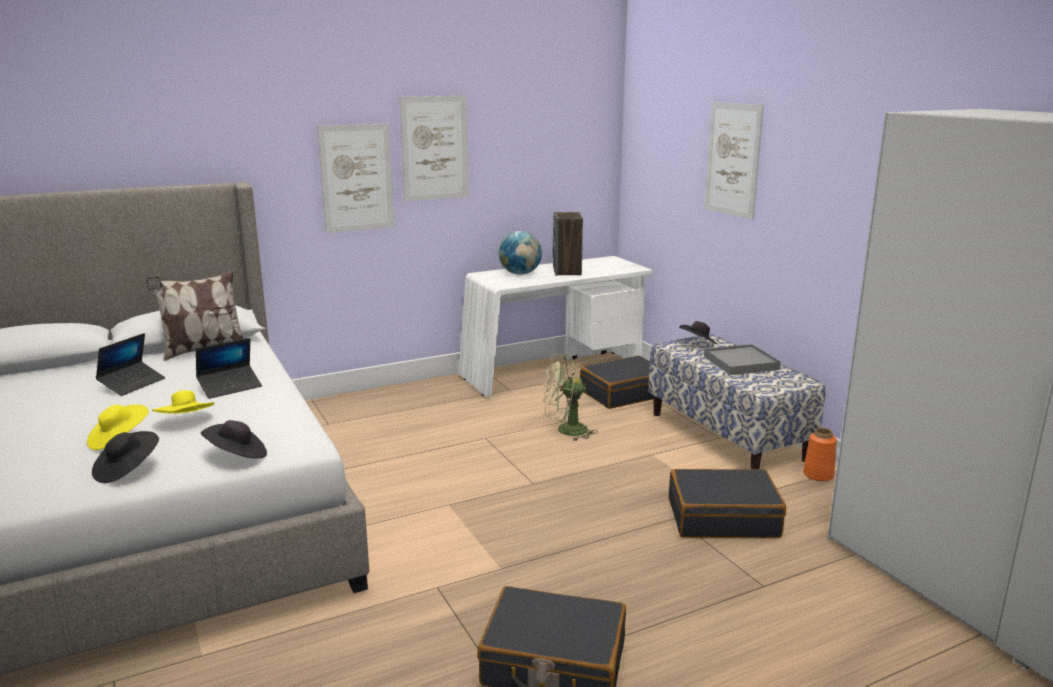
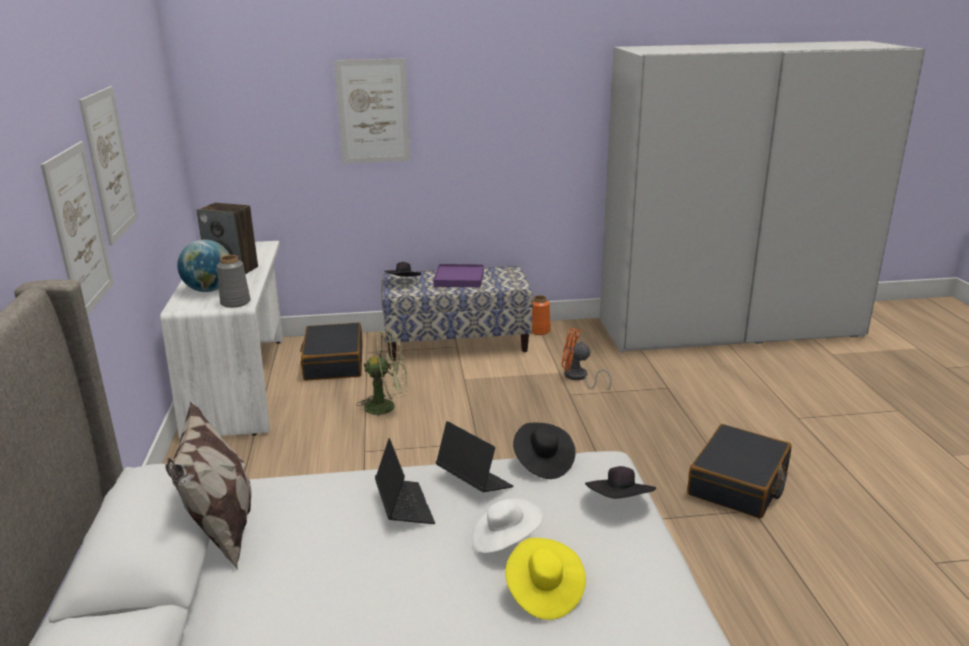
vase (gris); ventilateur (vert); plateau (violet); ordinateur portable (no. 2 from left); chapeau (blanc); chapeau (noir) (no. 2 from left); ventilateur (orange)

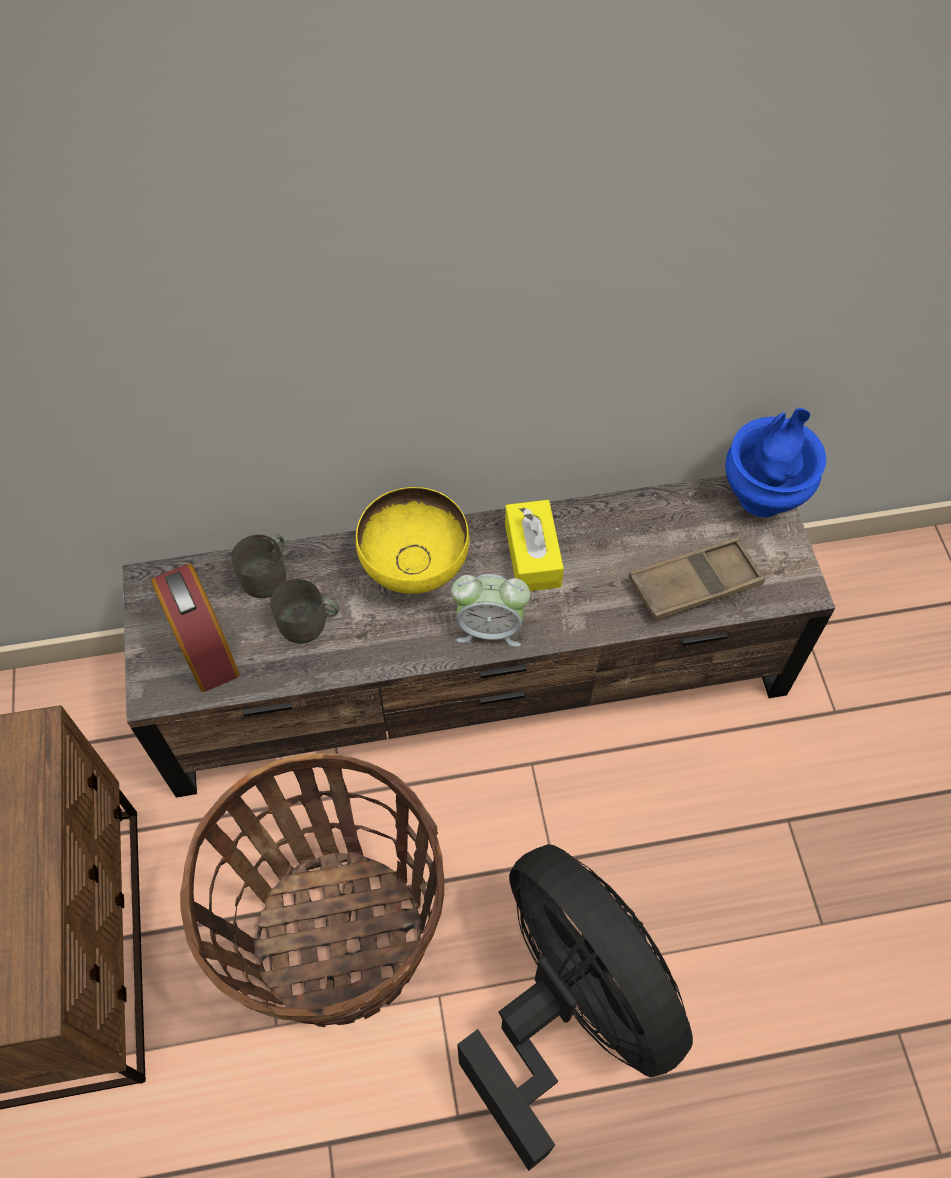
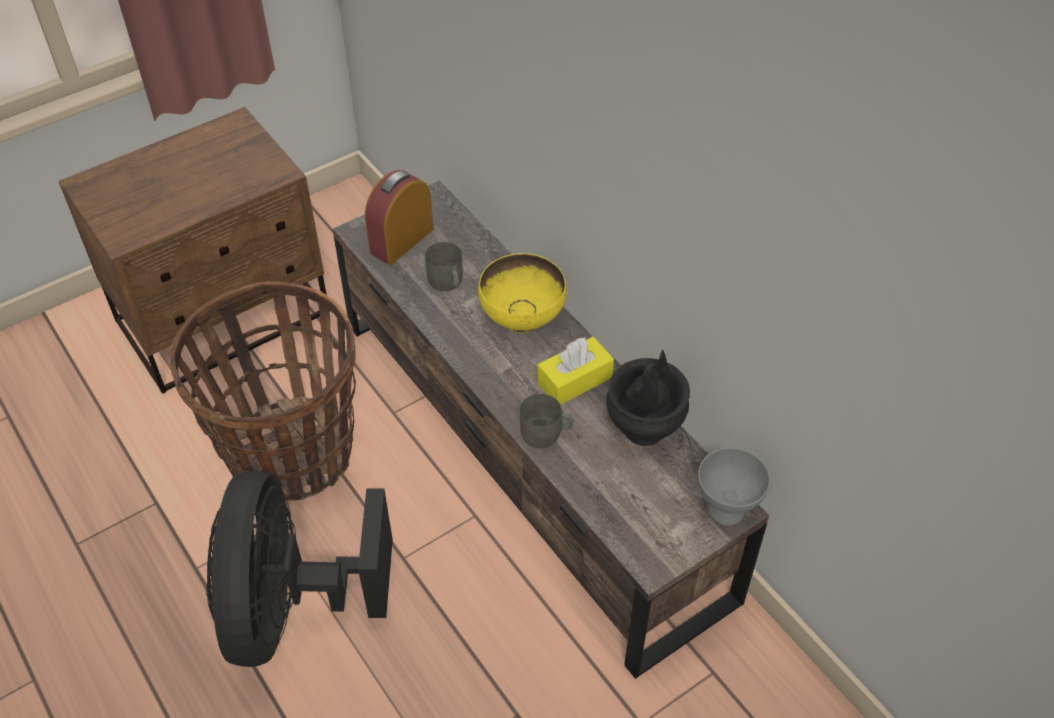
ventilateur (noir); mug (gris) (no. 2 from left); vase (noir); bol (gris); réveil (no. 2 from left in the first image); plateau (marron)

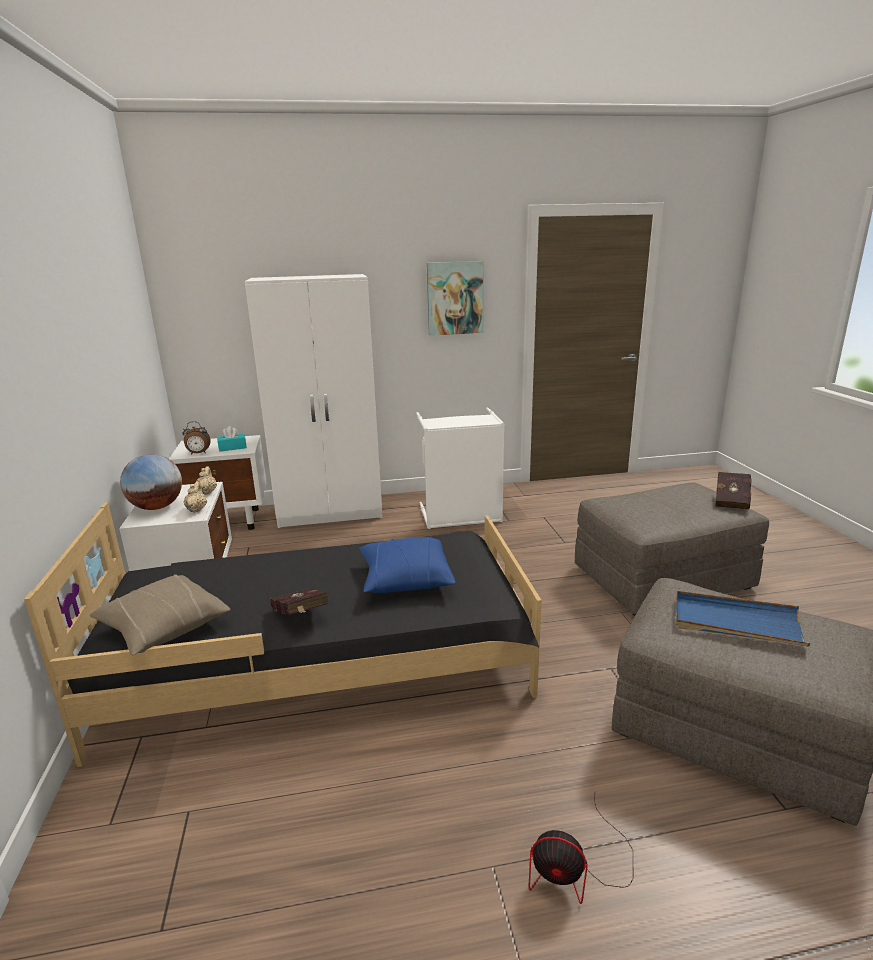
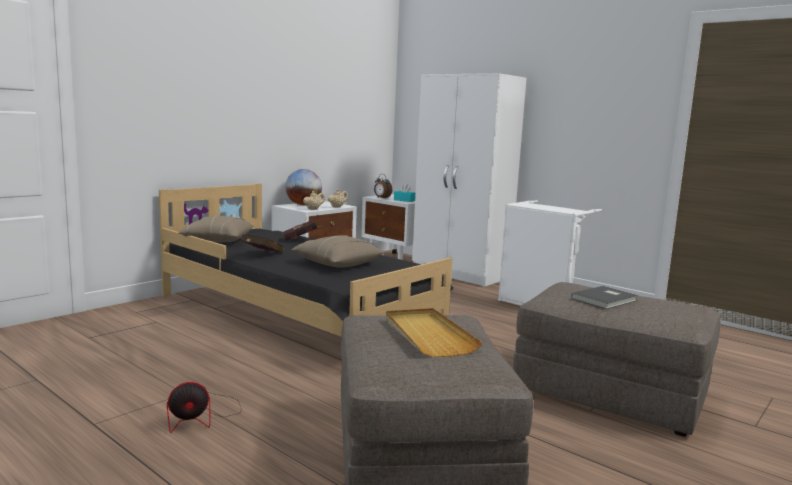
ventilateur; livre (rouge) (no. 2 from left); coussin (beige) (no. 2 from left); plateau (beige); livre (gris); tableau

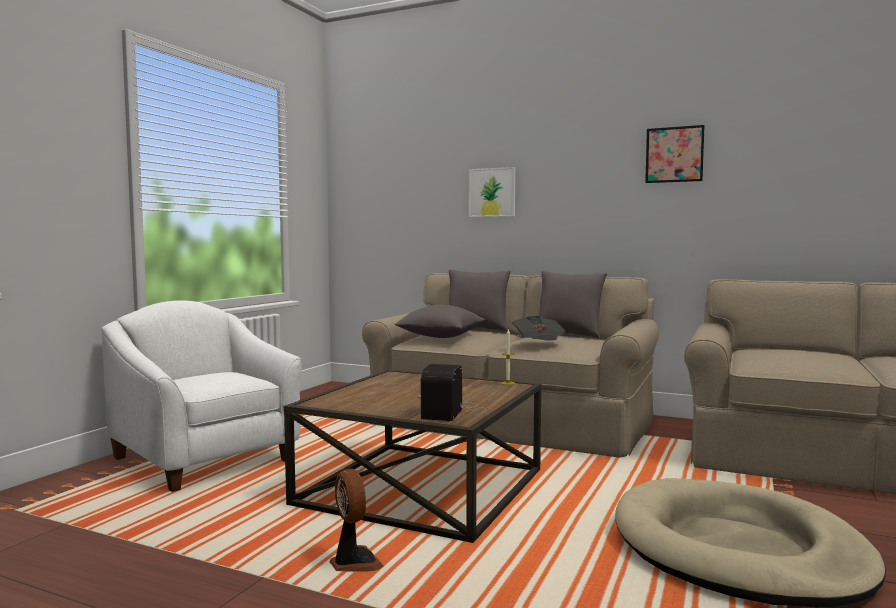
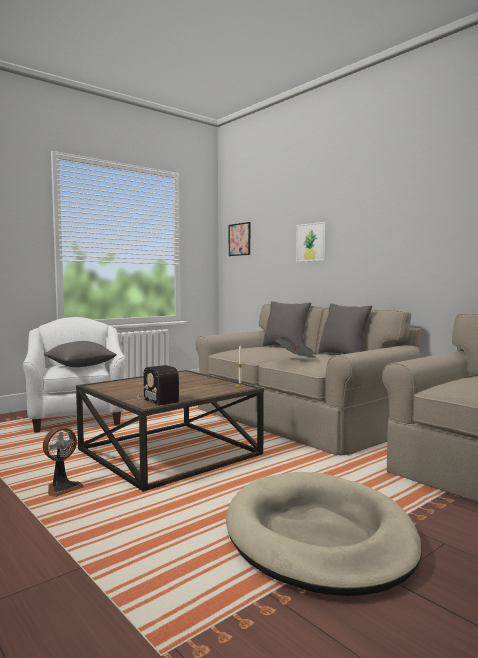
coussin (gris) (no. 1 from left); ventilateur; radio; tableau (no. 1 from left)

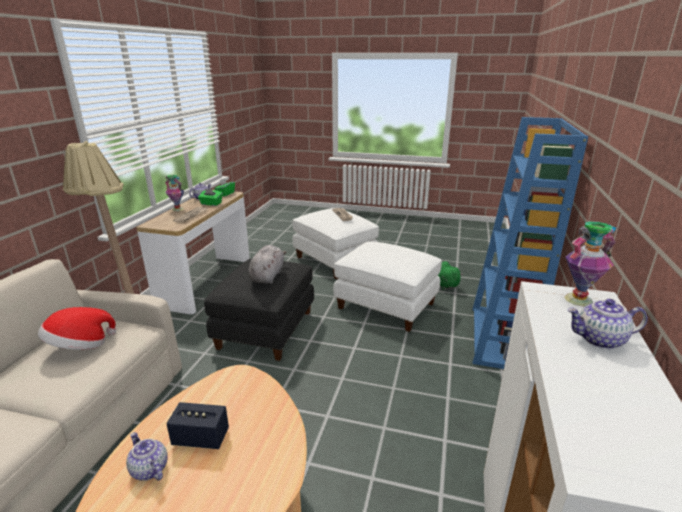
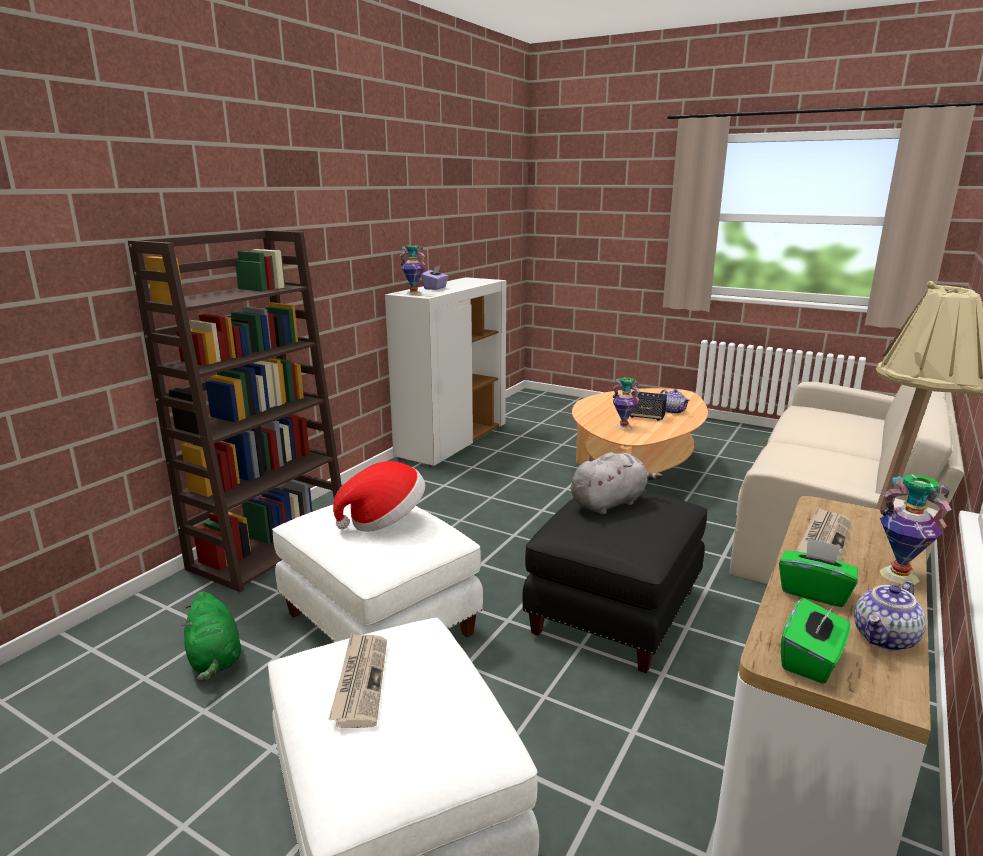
bibliothèque (marron); chapeau; boîte à mouchoirs (violet); peluche (gris); vase (no. 2 from left)

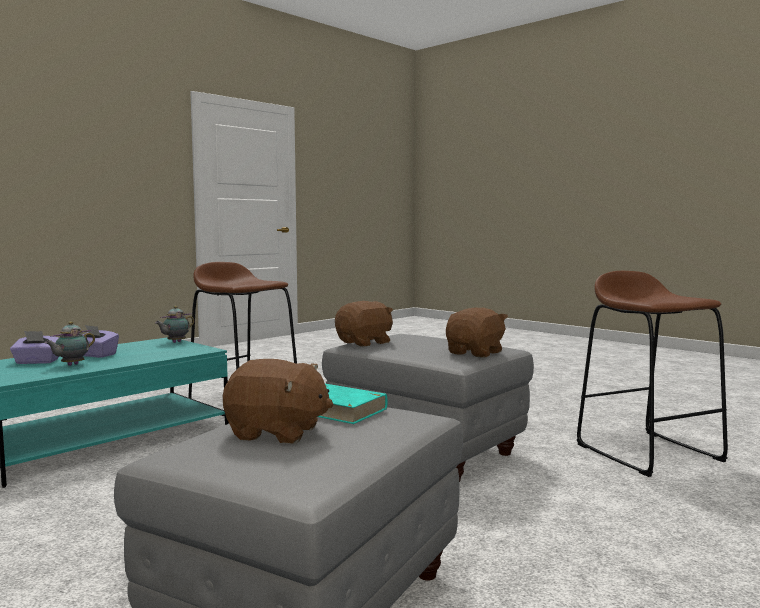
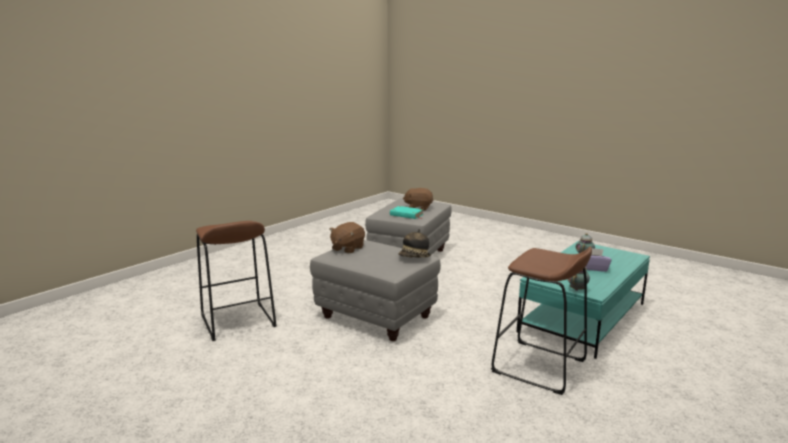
chapeau; boîte à mouchoirs (violet) (no. 1 from left in the first image)

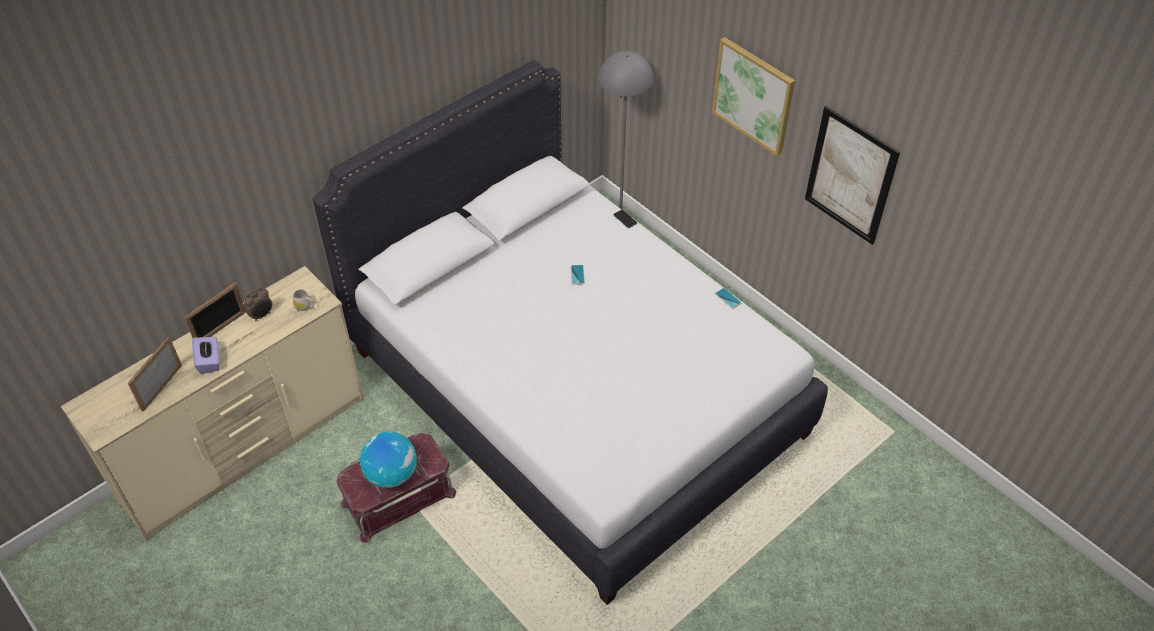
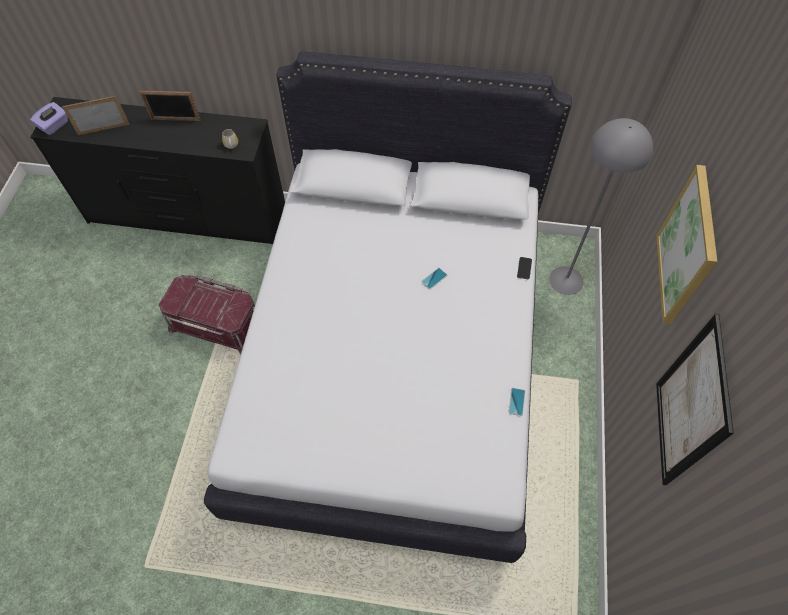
boîte à mouchoirs (violet); commode (noir); réveil; globe

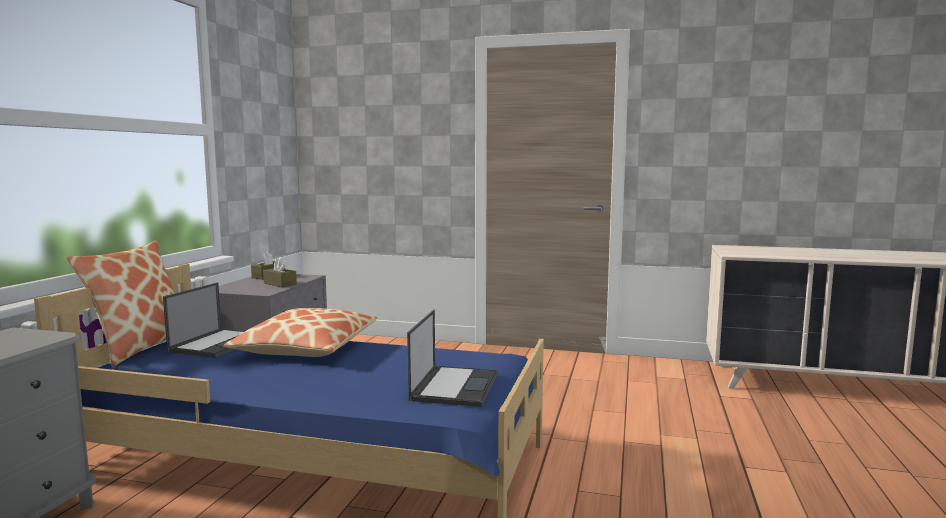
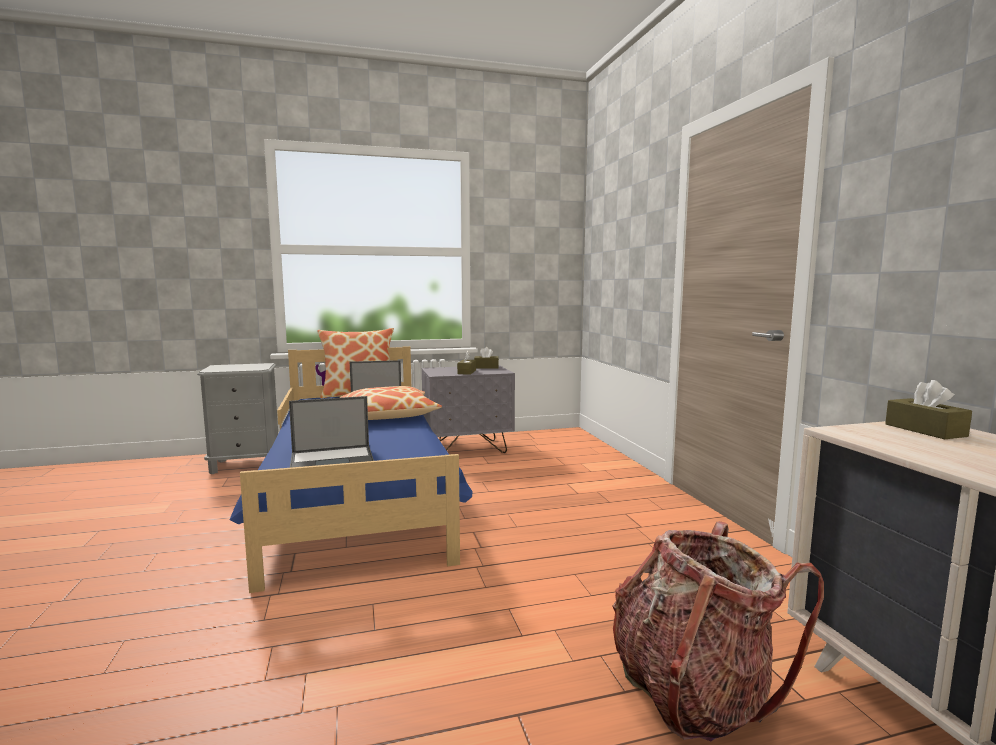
sac à dos; boîte à mouchoirs (marron) (no. 3 from left)

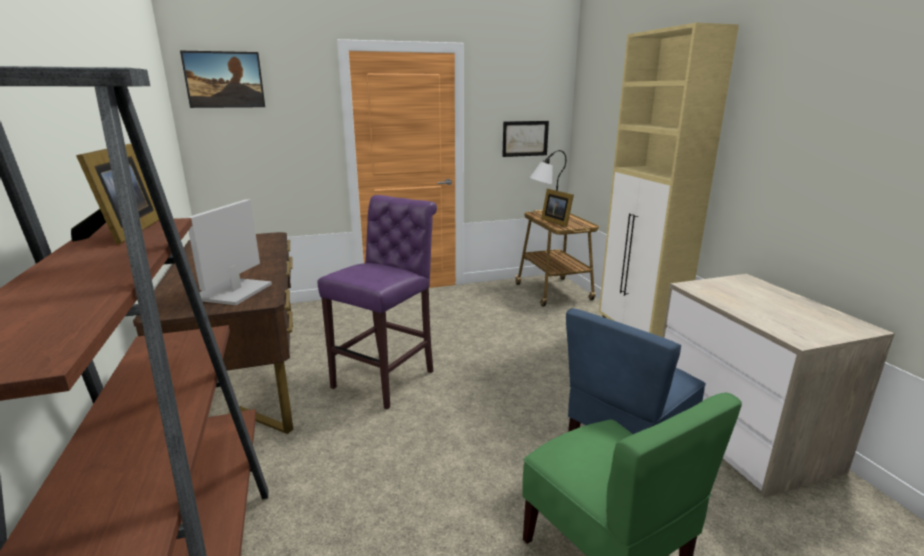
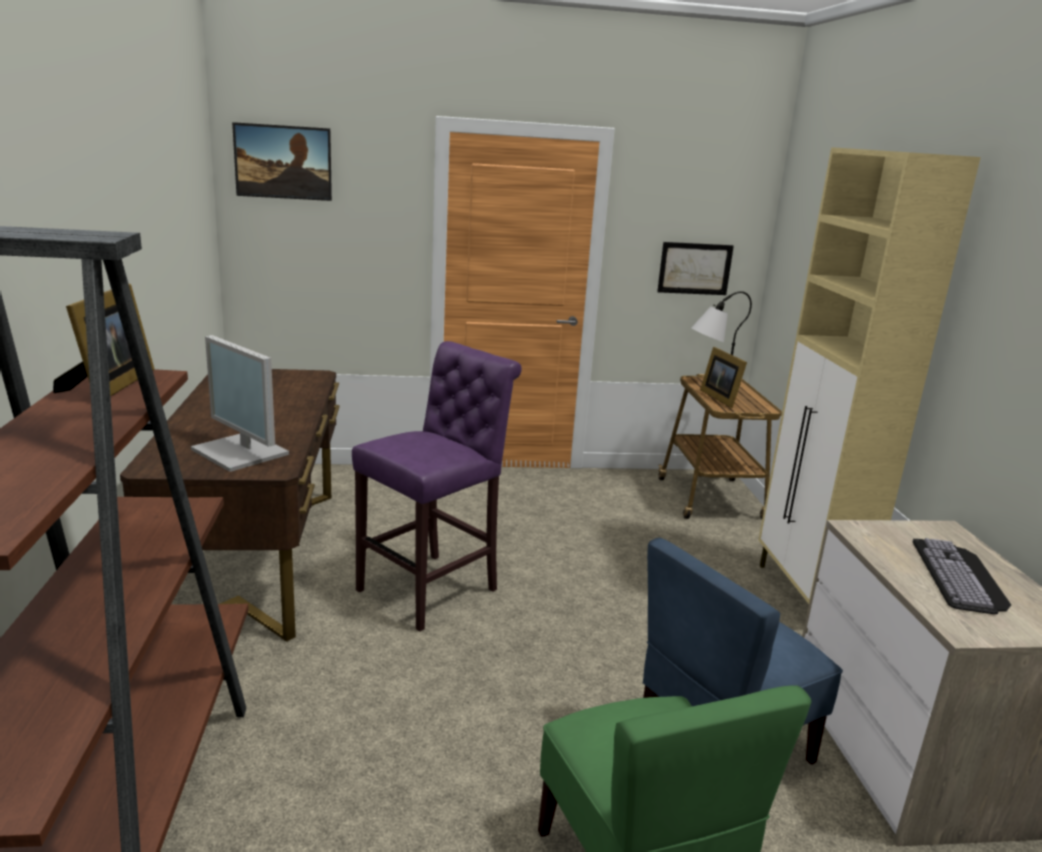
écran d'ordinateur; clavier

